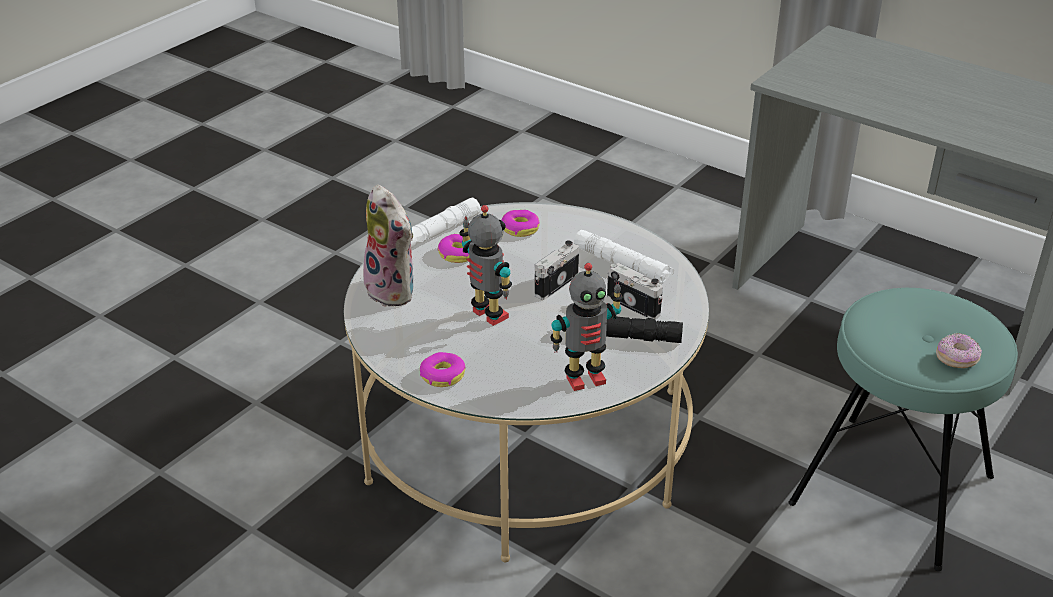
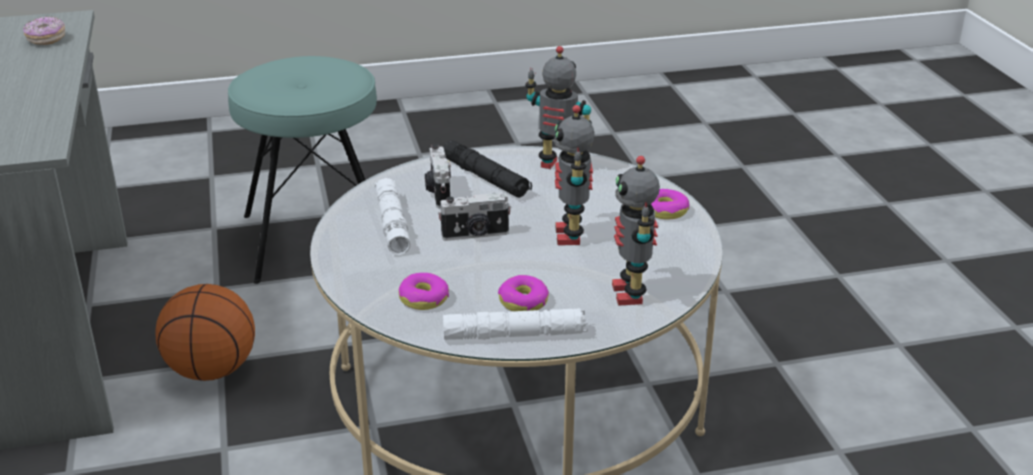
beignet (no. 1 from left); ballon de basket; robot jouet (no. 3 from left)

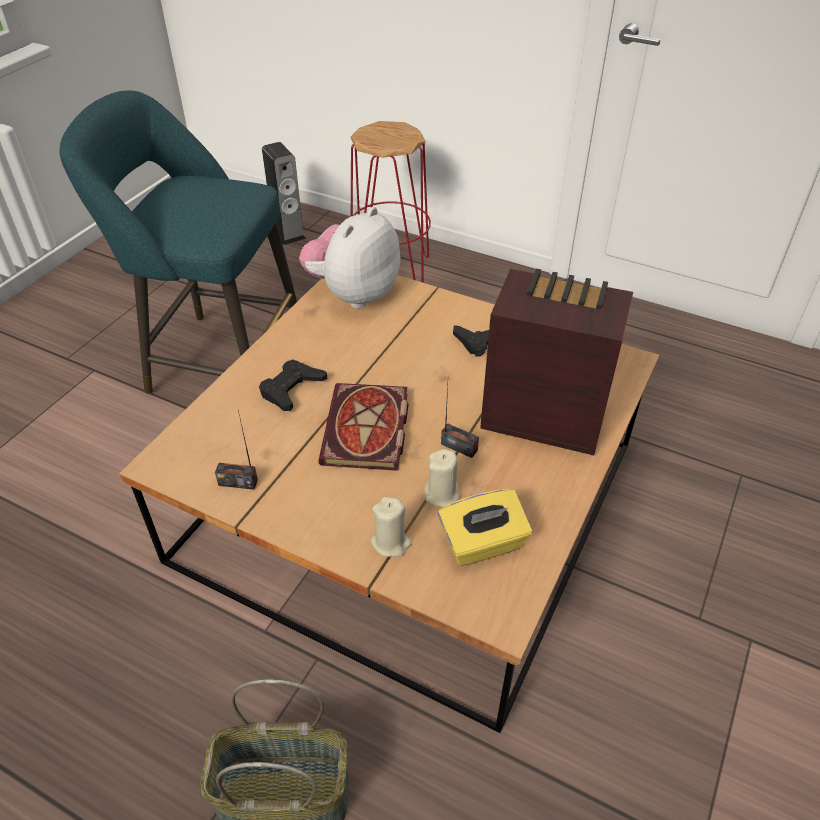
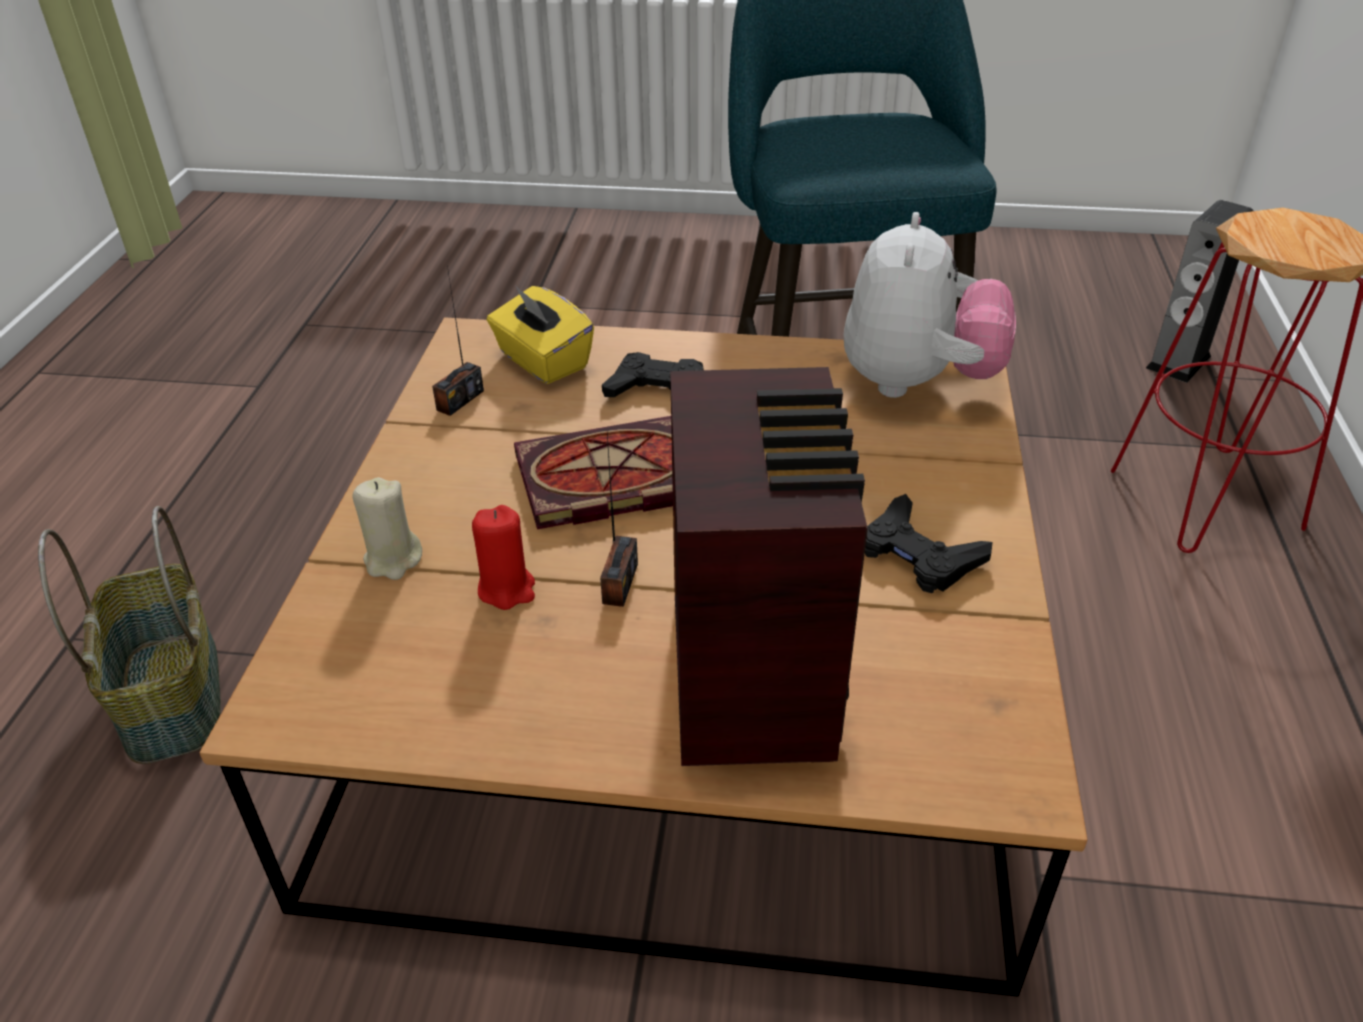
radio (no. 1 from left); bougie (rouge); boîte à mouchoirs (jaune); peluche

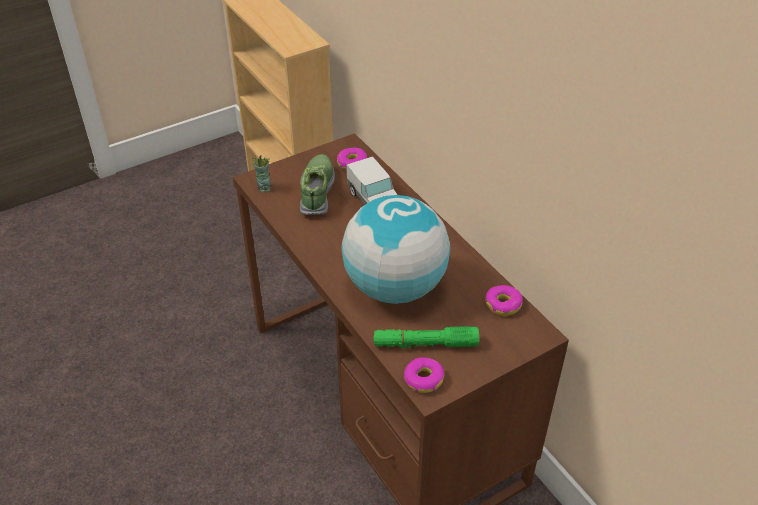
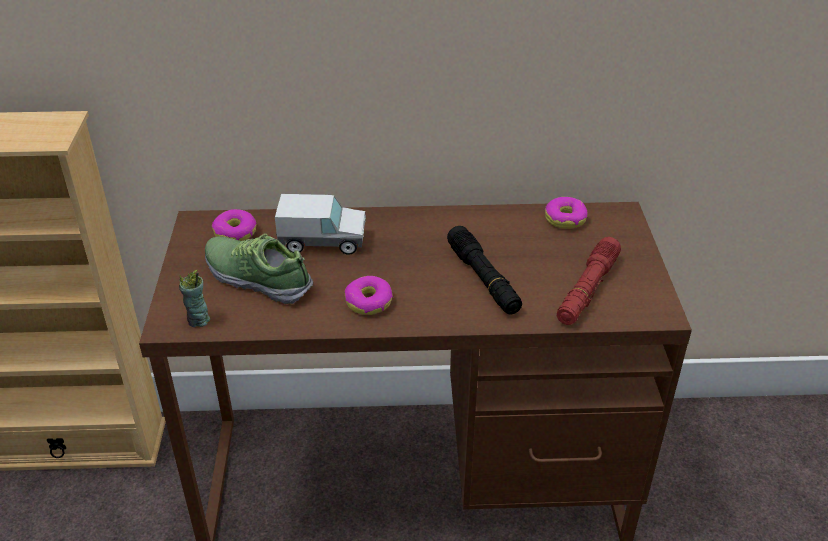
beignet (no. 2 from left); lampe de poche (noir); lampe de poche (rouge)

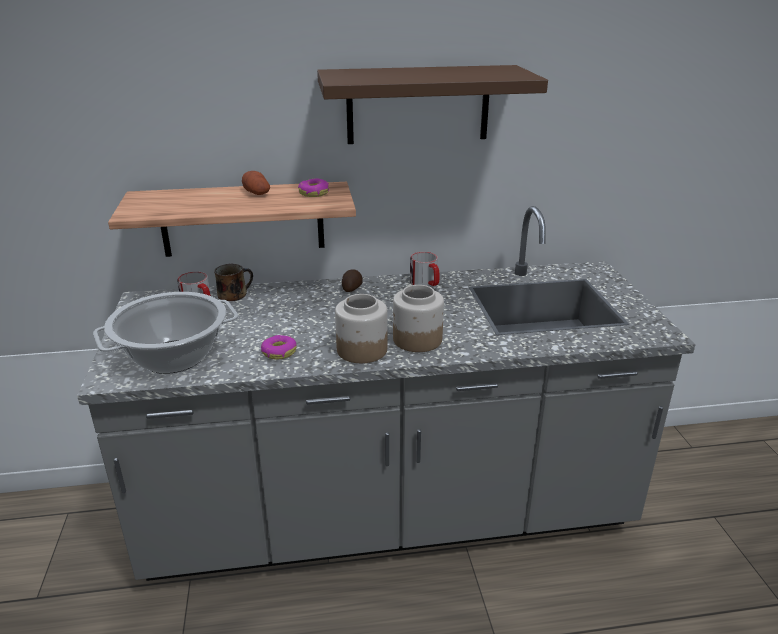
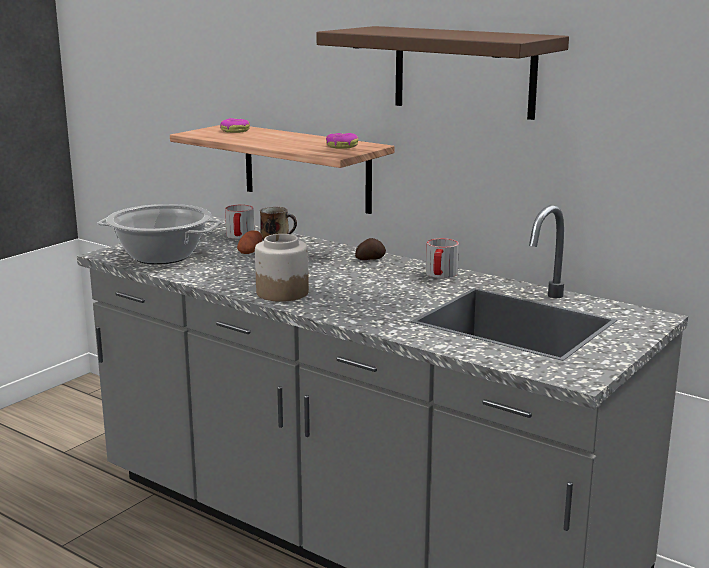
beignet (no. 1 from left); pomme de terre (no. 1 from left); bocal (no. 2 from left in the first image)

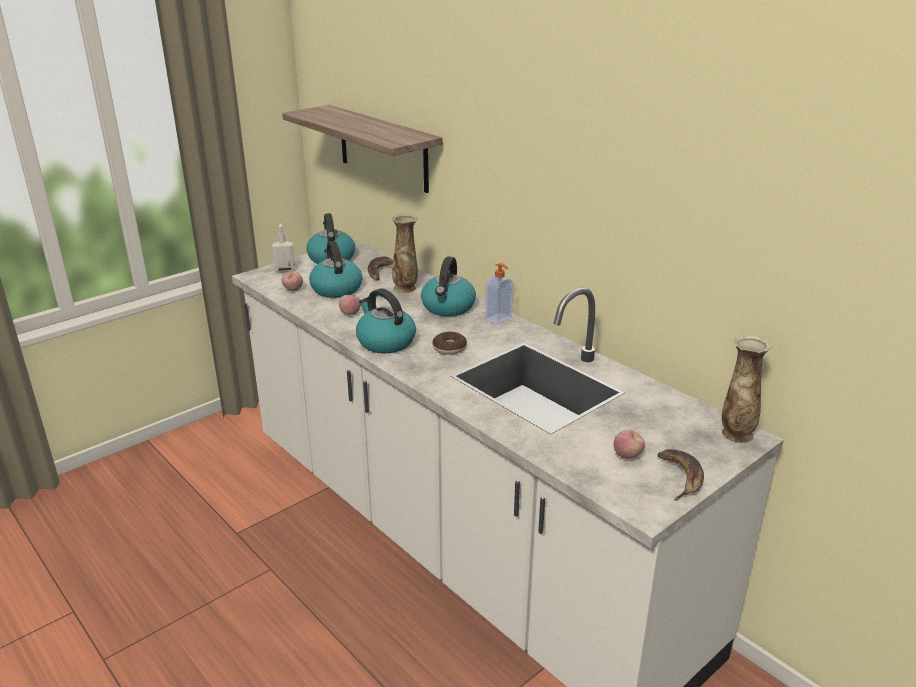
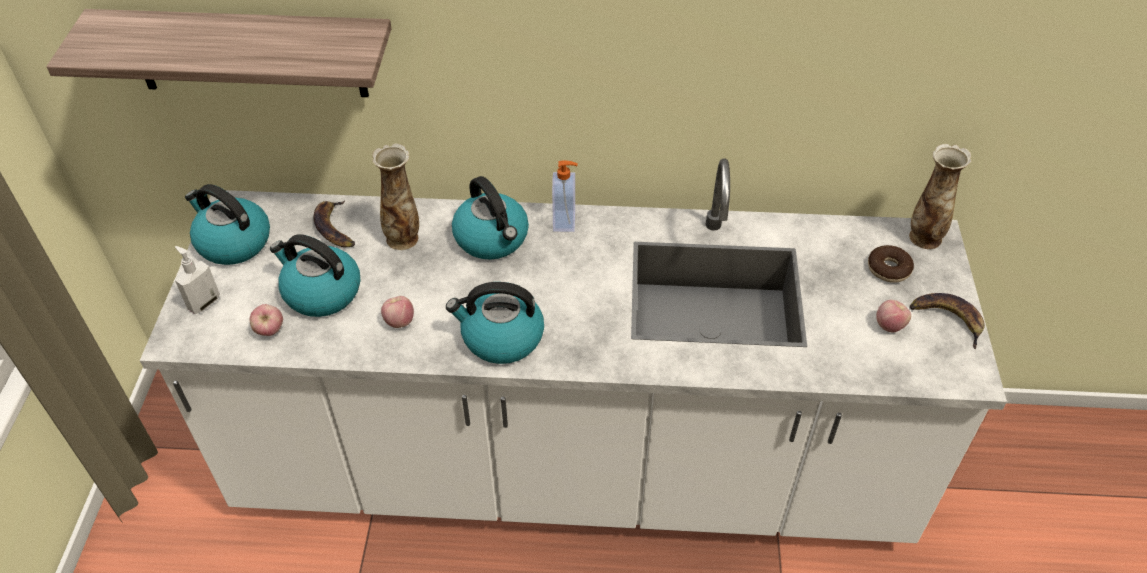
beignet

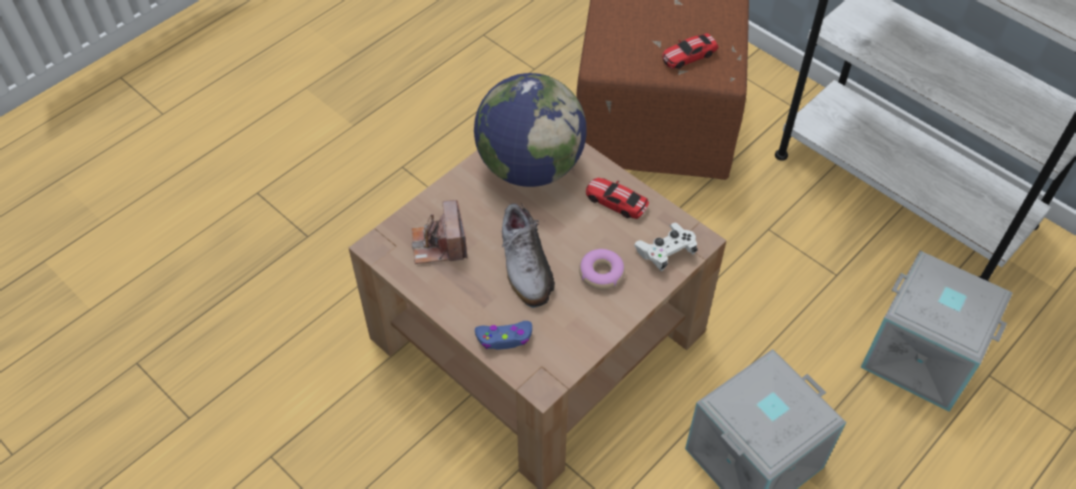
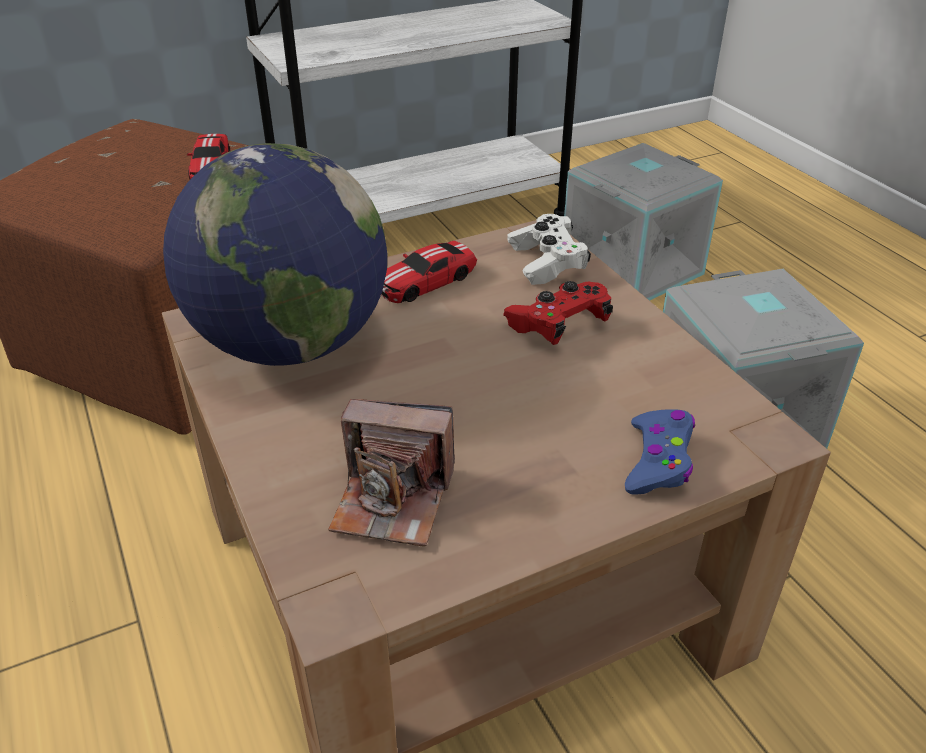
manette (rouge); chaussure

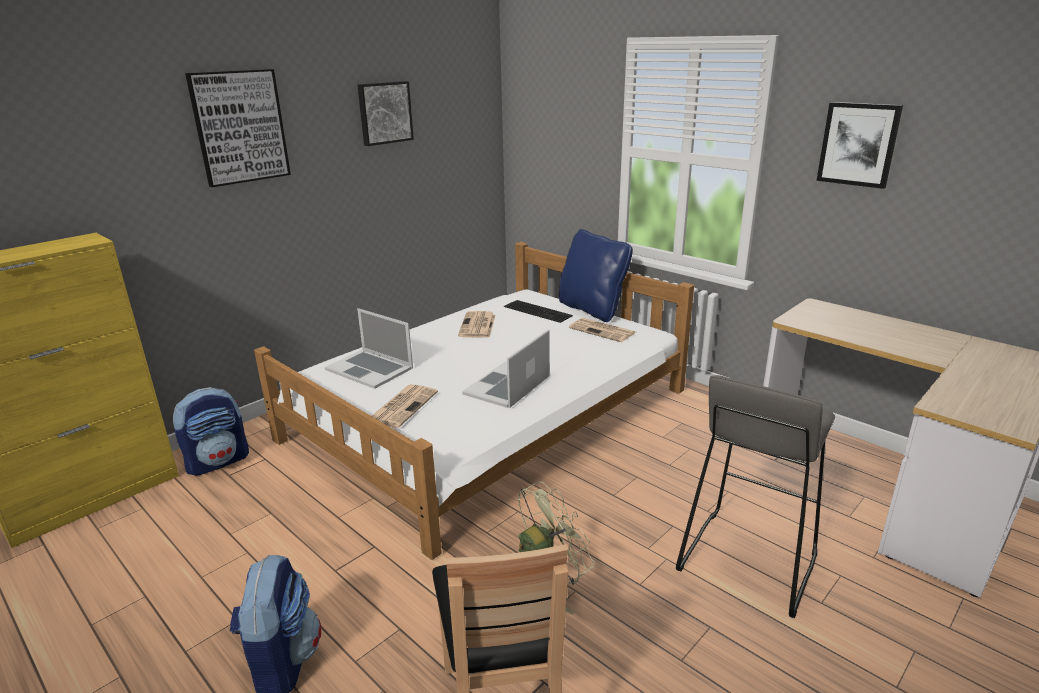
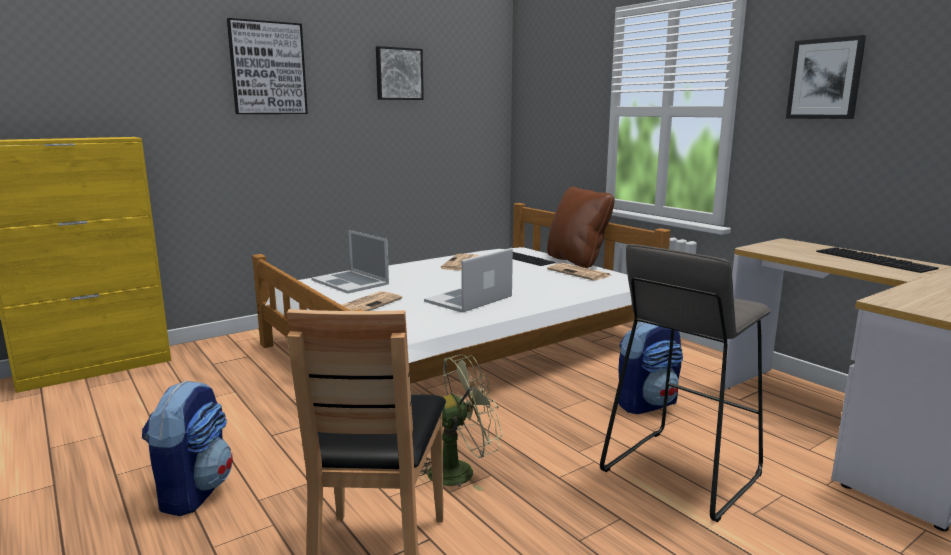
coussin (marron); sac à dos (no. 2 from left); clavier (no. 2 from left)

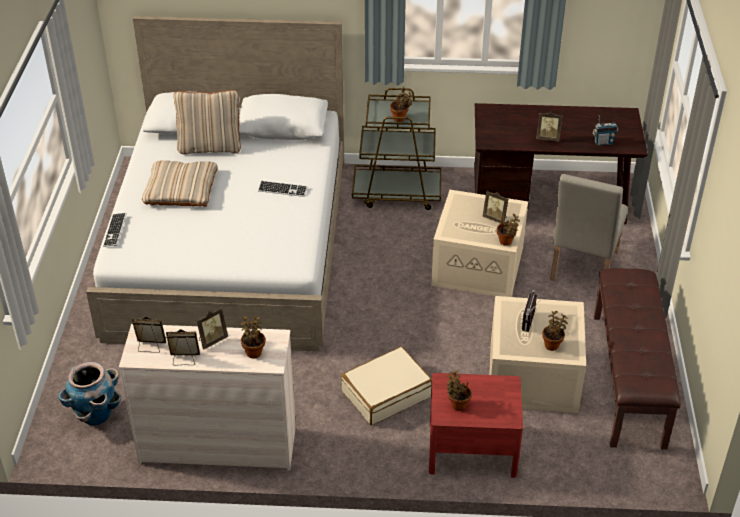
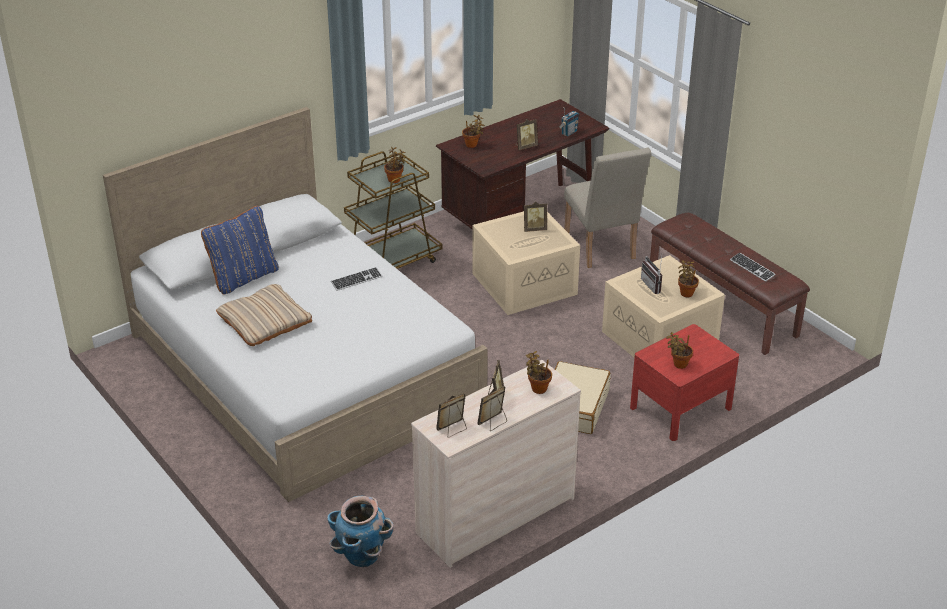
coussin (bleu); plante en pot (no. 2 from left); clavier (no. 2 from left)

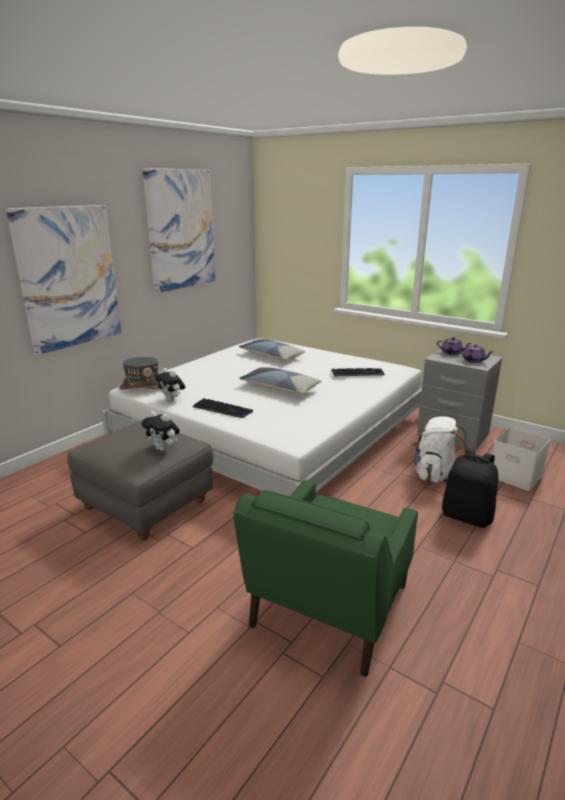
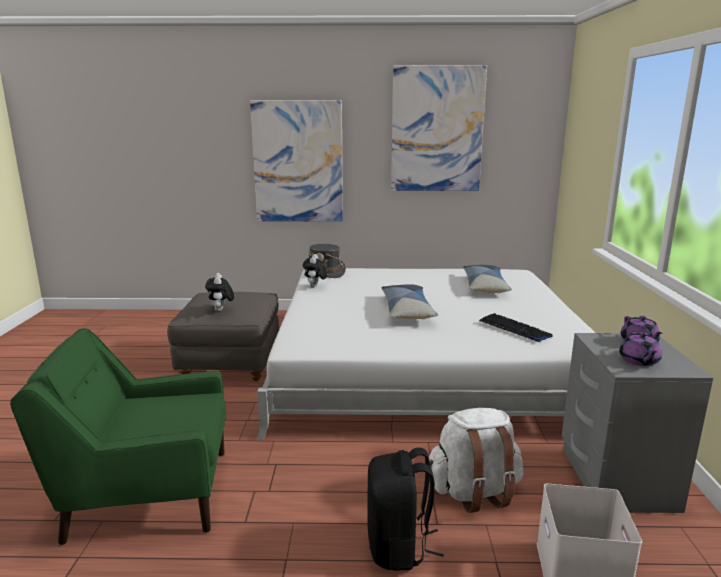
clavier (no. 1 from left in the first image)

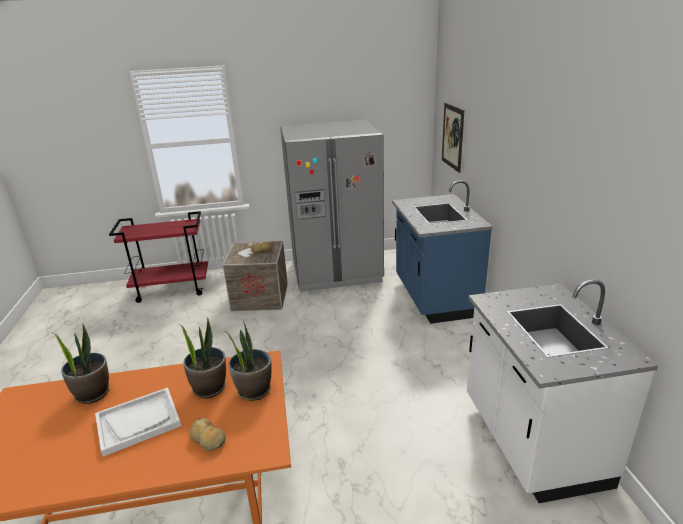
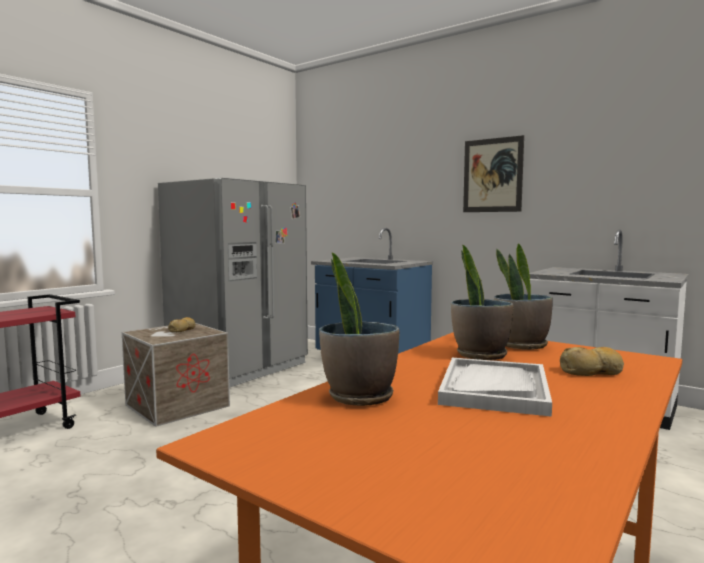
tableau

